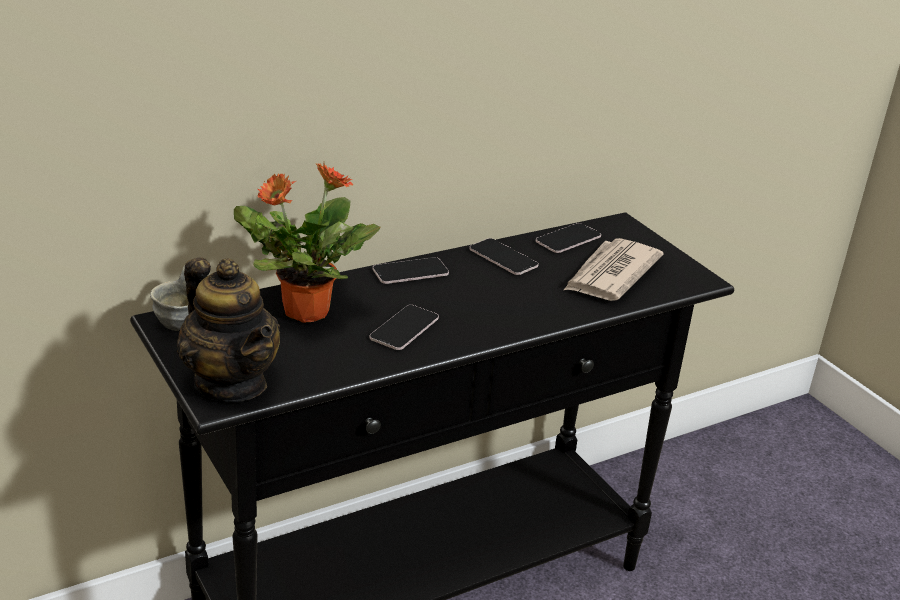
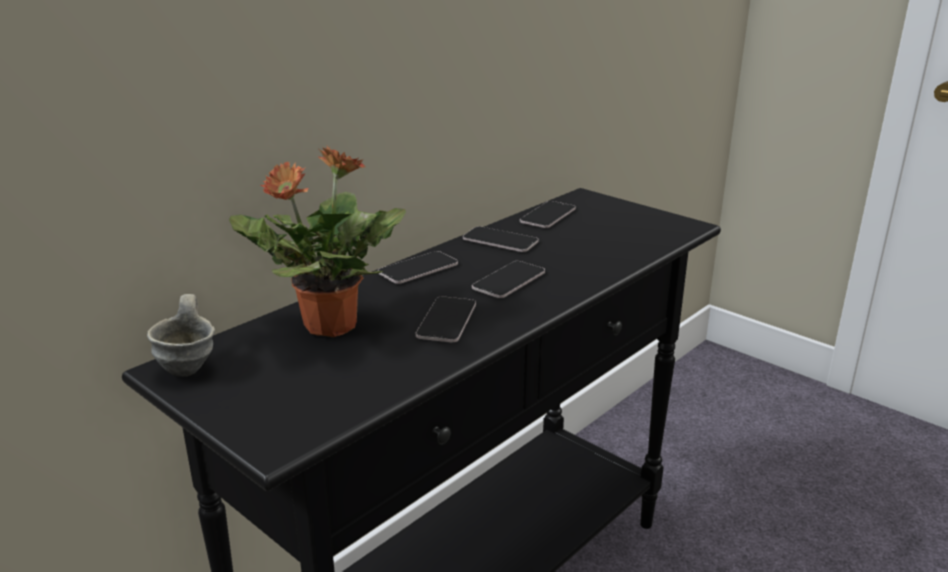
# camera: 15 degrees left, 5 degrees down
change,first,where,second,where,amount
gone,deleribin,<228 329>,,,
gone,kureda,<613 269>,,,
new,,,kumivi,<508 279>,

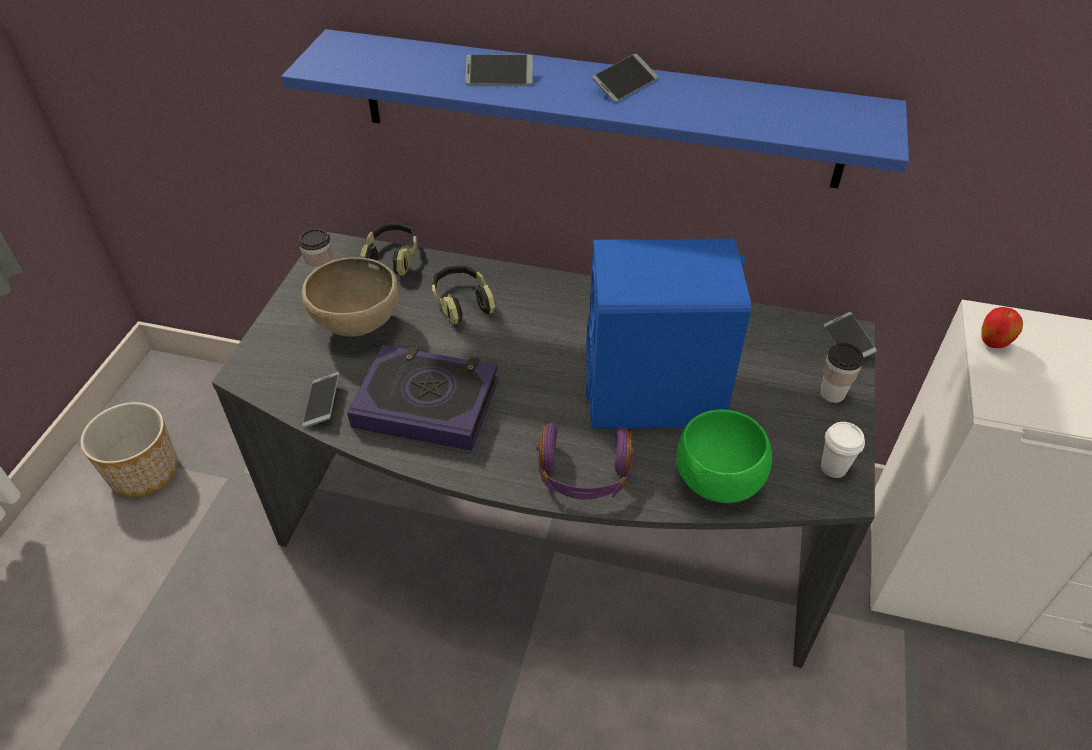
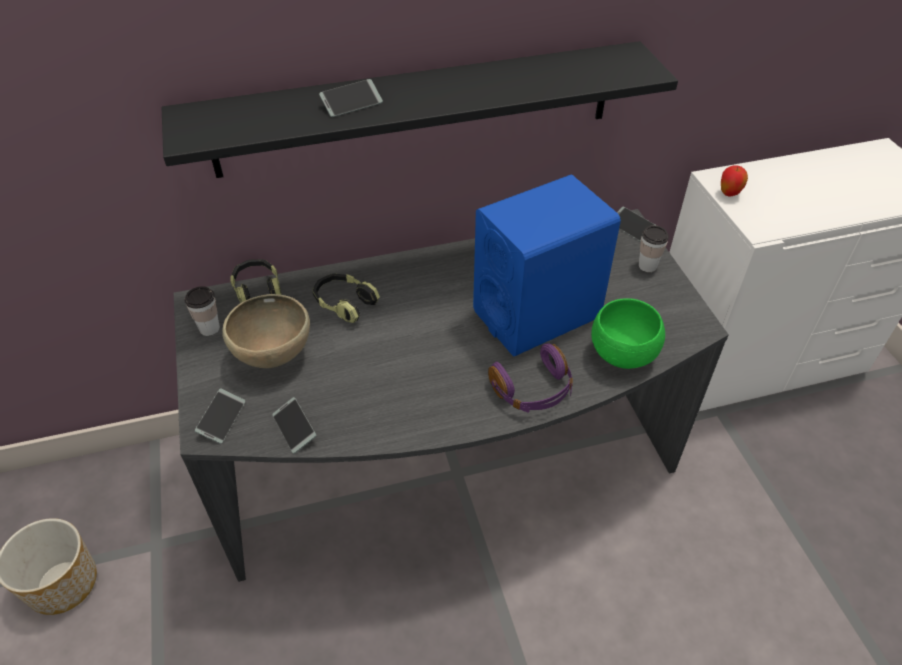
# camera: 30 degrees left, 0 degrees up
change,first,where,second,where,amount
gone,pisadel,<423 397>,,,
gone,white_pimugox,<843 450>,,,
shifted,kumivi,<625 78>,,<220 416>,
repainted,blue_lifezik,<595 109>,black_lifezik,<420 109>,

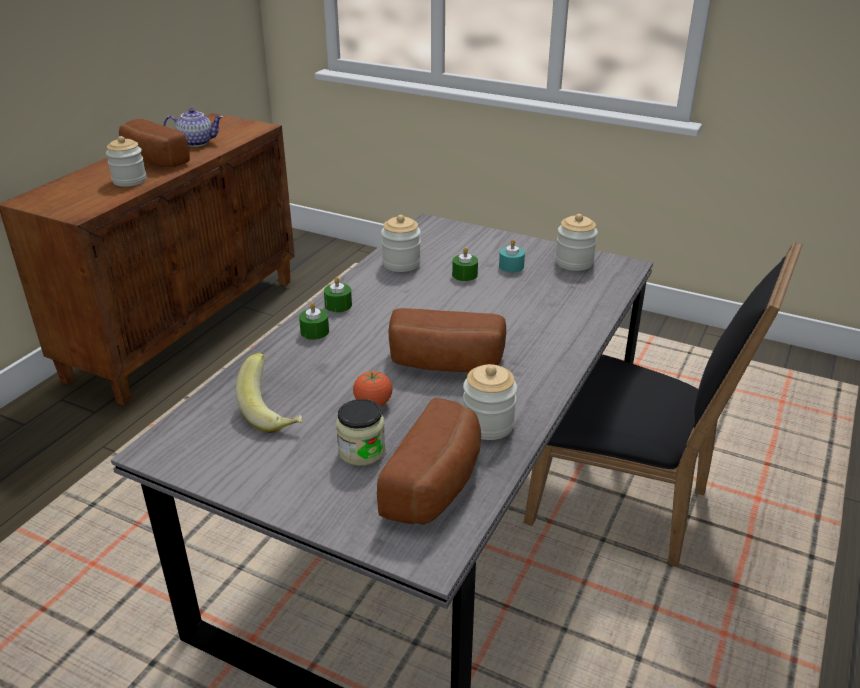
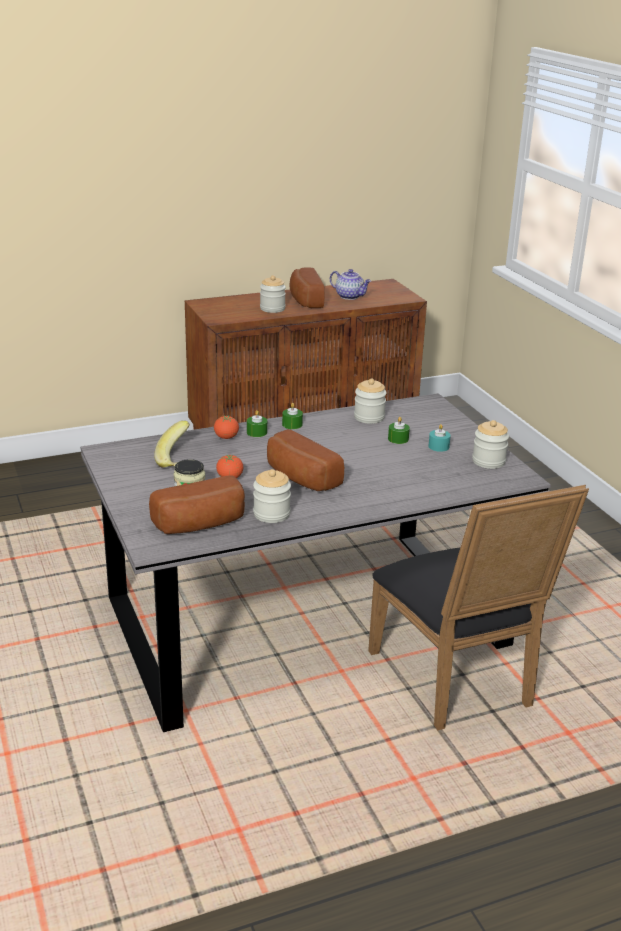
# camera: 40 degrees right, 5 degrees down
change,first,where,second,where,amount
new,,,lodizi,<226 427>,

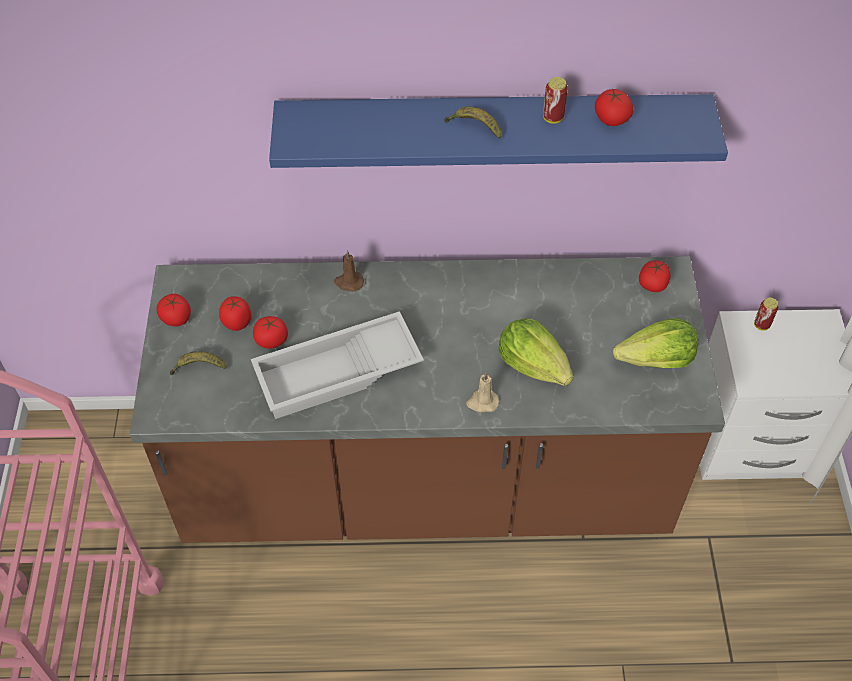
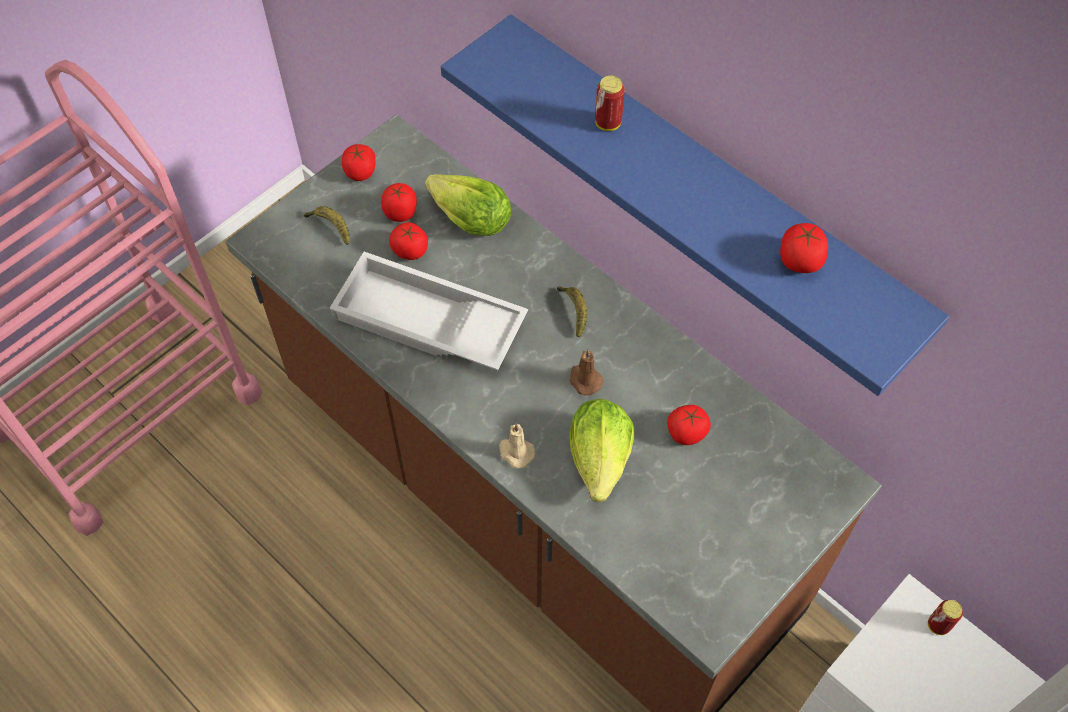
# camera: 45 degrees right, 5 degrees up
change,first,where,second,where,amount
shifted,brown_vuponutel,<349 271>,,<586 372>,
shifted,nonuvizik,<473 123>,,<572 311>,
shifted,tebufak,<555 100>,,<610 103>,
shifted,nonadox,<655 343>,,<468 205>,
shifted,lodizi,<654 276>,,<689 425>,

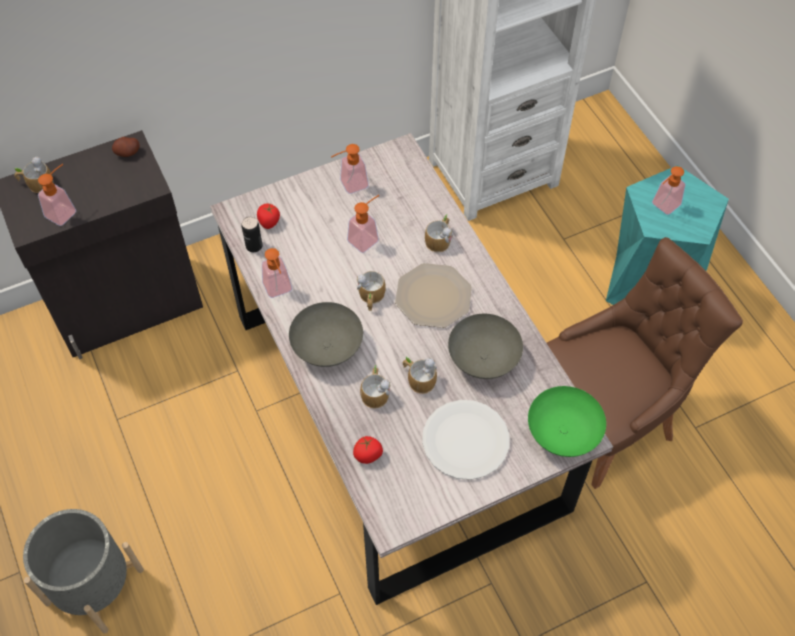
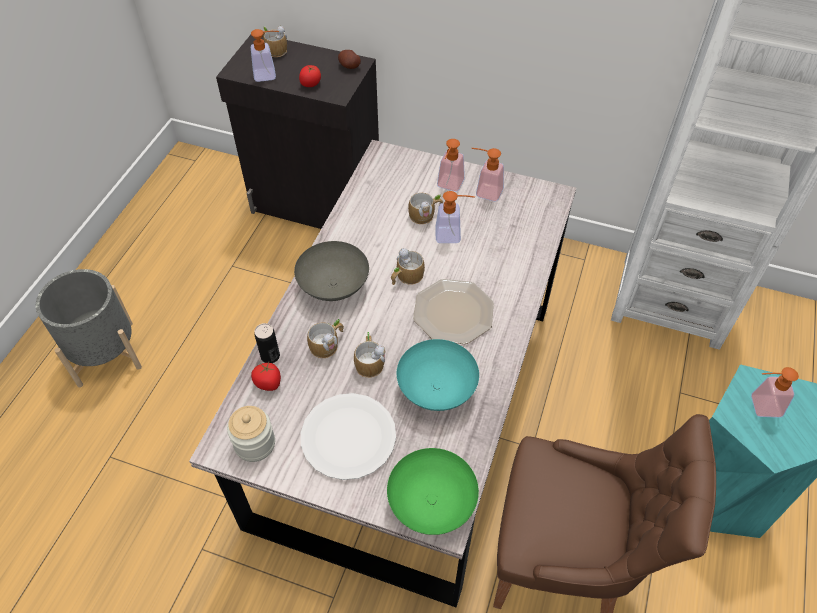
# camera: 45 degrees right, 5 degrees down
change,first,where,second,where,amount
new,,,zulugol,<251 434>,
shifted,tebufak,<252 234>,,<267 343>,
shifted,lodizi,<268 216>,,<310 76>,
shifted,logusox,<277 273>,,<451 165>,
shifted,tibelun,<439 233>,,<425 208>,
repainted,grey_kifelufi,<485 346>,turquoise_kifelufi,<438 375>,

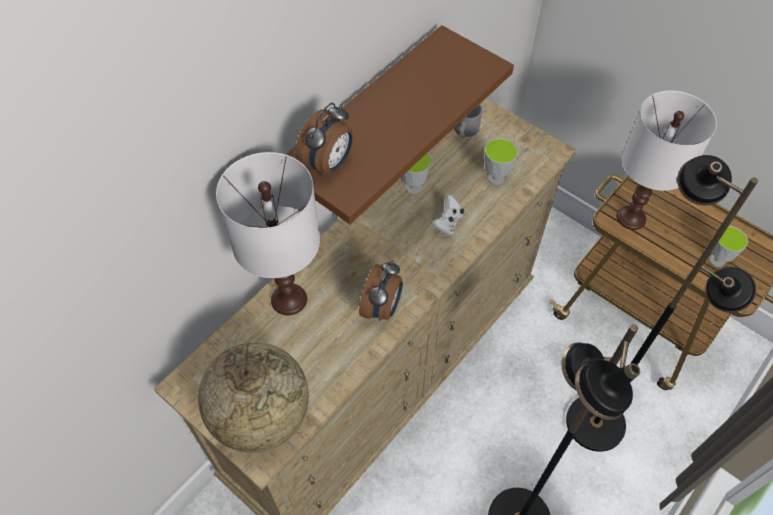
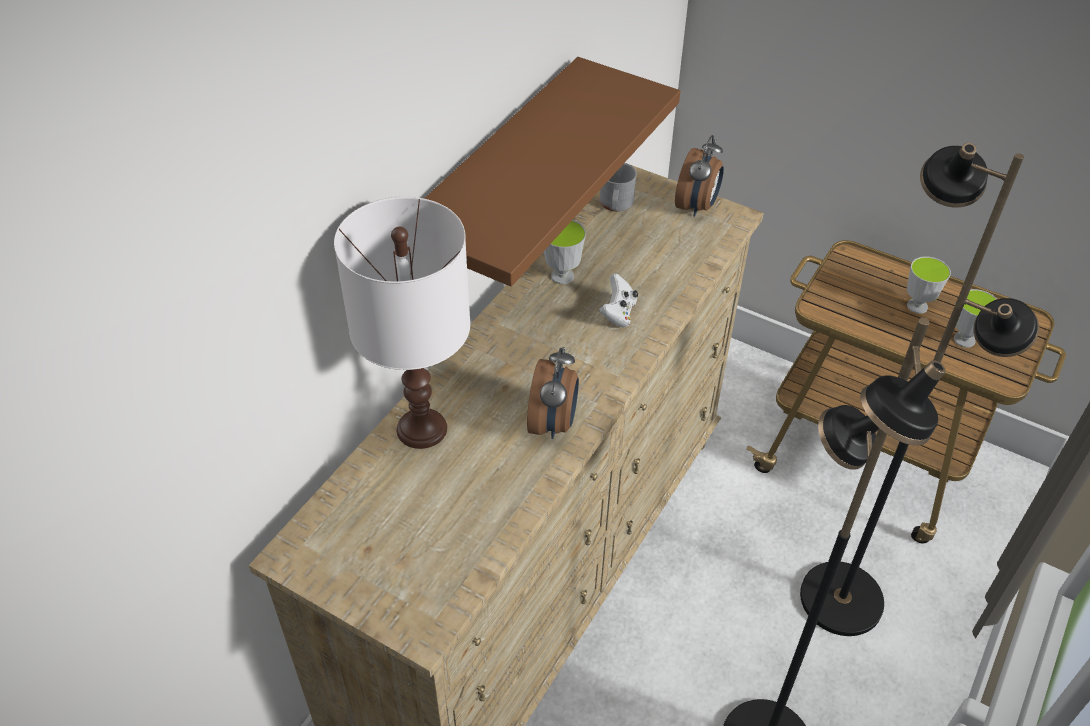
# camera: 10 degrees left, 10 degrees down
change,first,where,second,where,amount
gone,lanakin,<253 397>,,,
gone,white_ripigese,<667 160>,,,
shifted,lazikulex,<324 139>,,<699 176>,
shifted,pimugox,<501 161>,,<929 285>,

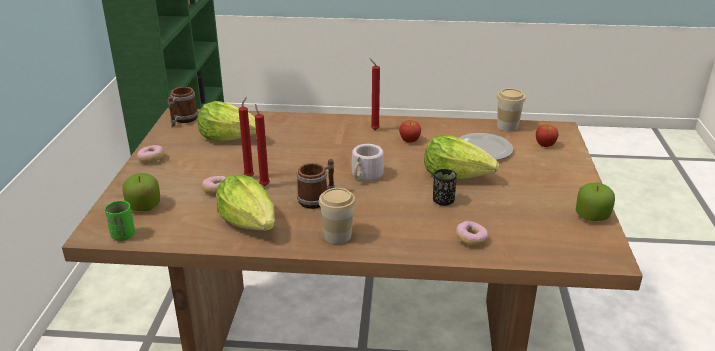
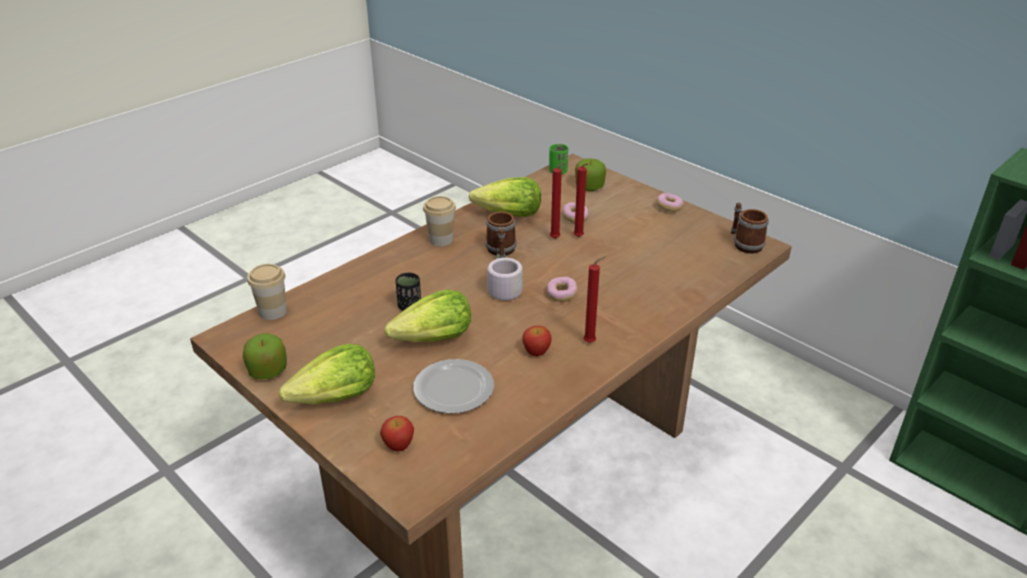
# camera: 130 degrees right, 5 degrees up
change,first,where,second,where,amount
shifted,nonadox,<226 121>,,<327 374>,
shifted,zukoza,<472 233>,,<562 289>,
shifted,pimugox,<511 110>,,<267 292>,

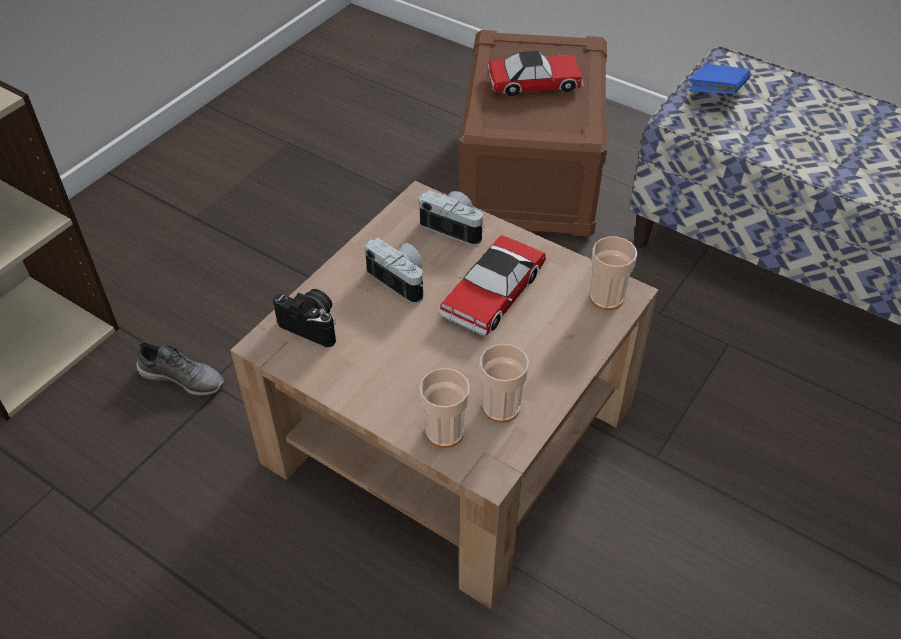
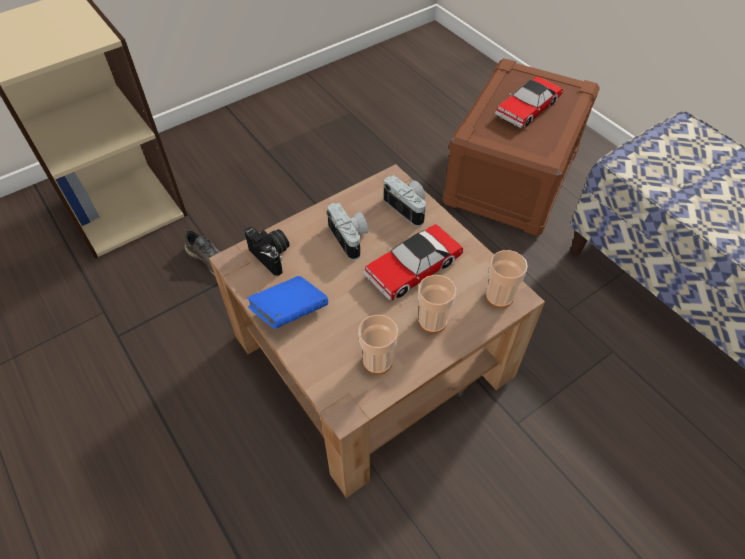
# camera: 20 degrees right, 5 degrees up
change,first,where,second,where,amount
shifted,pimugox,<444 408>,,<437 304>,
shifted,blue_pisadel,<720 79>,,<287 302>,
rotated,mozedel,<535 73>,,<529 102>,120 degrees clockwise

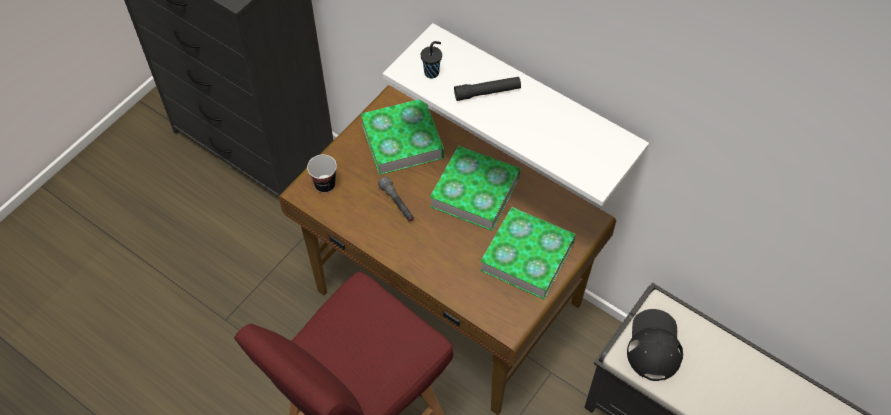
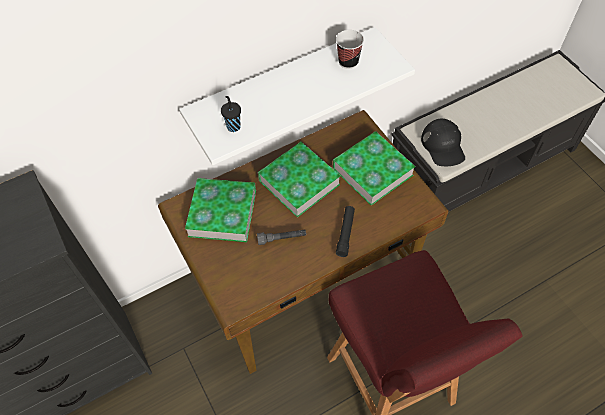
# camera: 65 degrees left, 0 degrees up
change,first,where,second,where,amount
shifted,pimugox,<322 174>,,<350 49>,
shifted,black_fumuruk,<487 89>,,<345 231>,
rotated,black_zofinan,<655 345>,,<443 142>,135 degrees counterclockwise

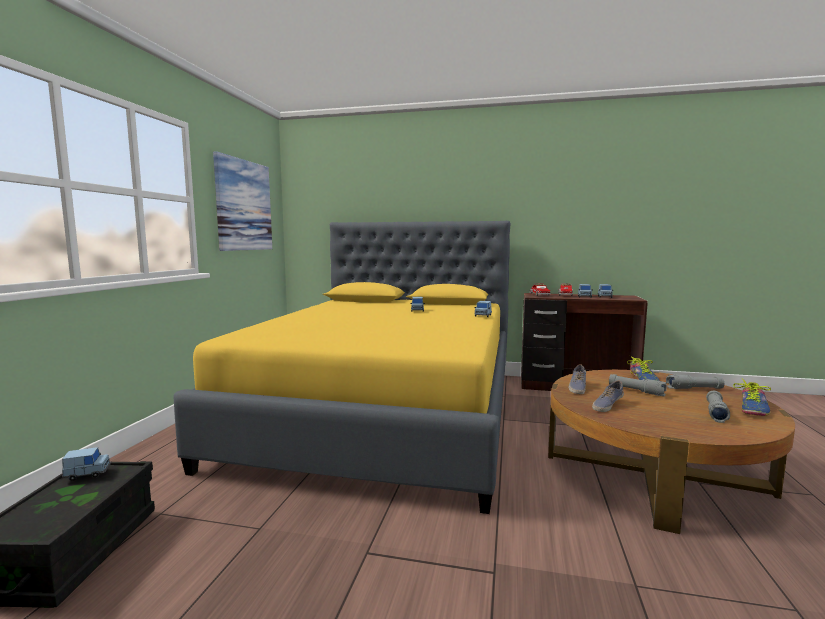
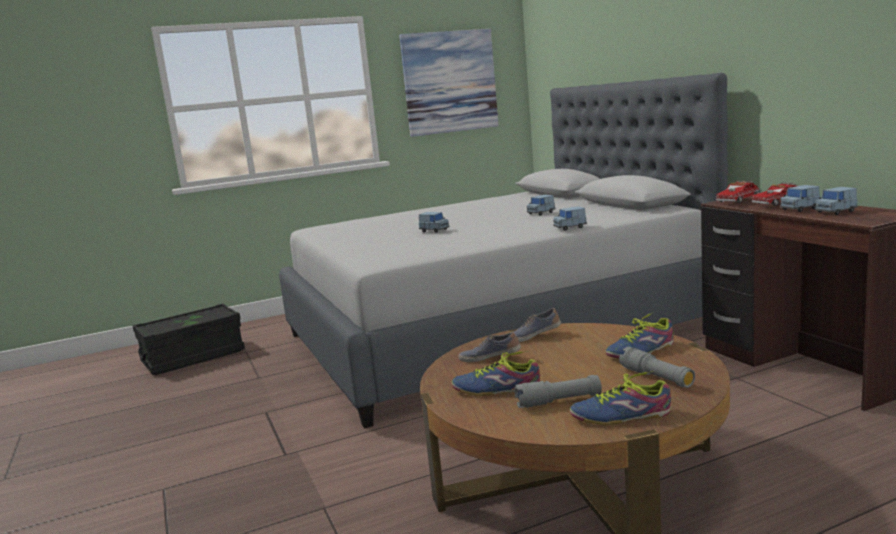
# camera: 55 degrees right, 5 degrees up
change,first,where,second,where,amount
gone,grey_fumuruk,<638 385>,,,
new,,,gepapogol,<495 373>,
shifted,blue_mozedel,<86 464>,,<434 222>,
repainted,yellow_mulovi,<341 367>,grey_mulovi,<503 250>,

